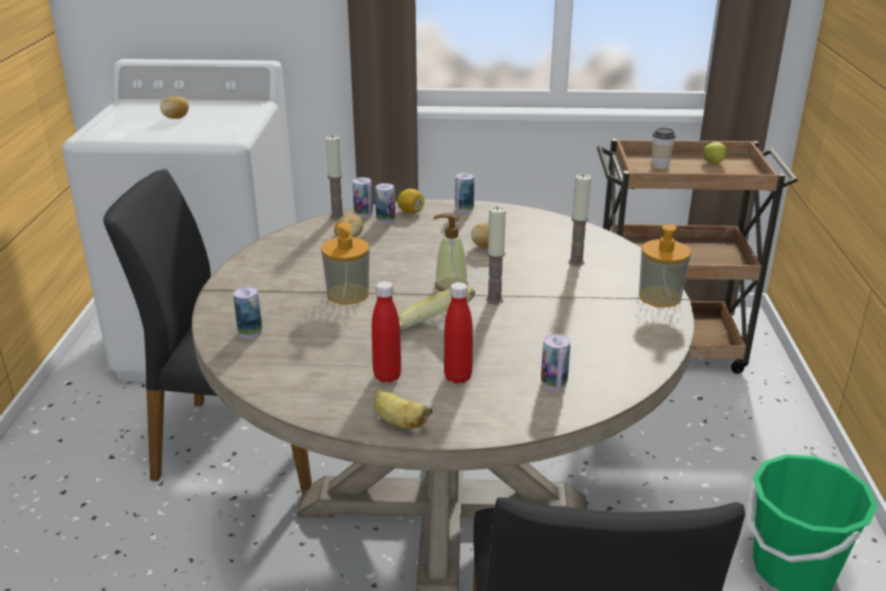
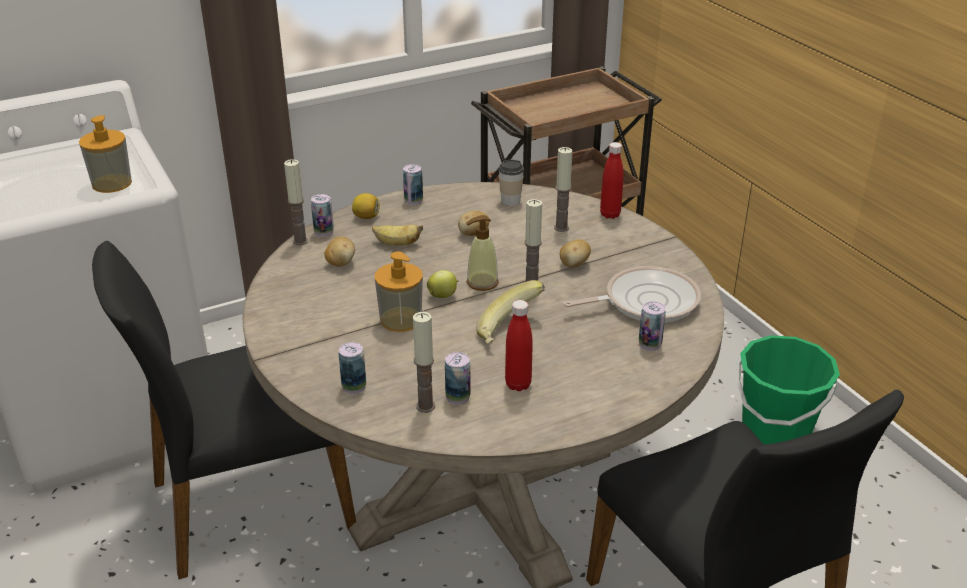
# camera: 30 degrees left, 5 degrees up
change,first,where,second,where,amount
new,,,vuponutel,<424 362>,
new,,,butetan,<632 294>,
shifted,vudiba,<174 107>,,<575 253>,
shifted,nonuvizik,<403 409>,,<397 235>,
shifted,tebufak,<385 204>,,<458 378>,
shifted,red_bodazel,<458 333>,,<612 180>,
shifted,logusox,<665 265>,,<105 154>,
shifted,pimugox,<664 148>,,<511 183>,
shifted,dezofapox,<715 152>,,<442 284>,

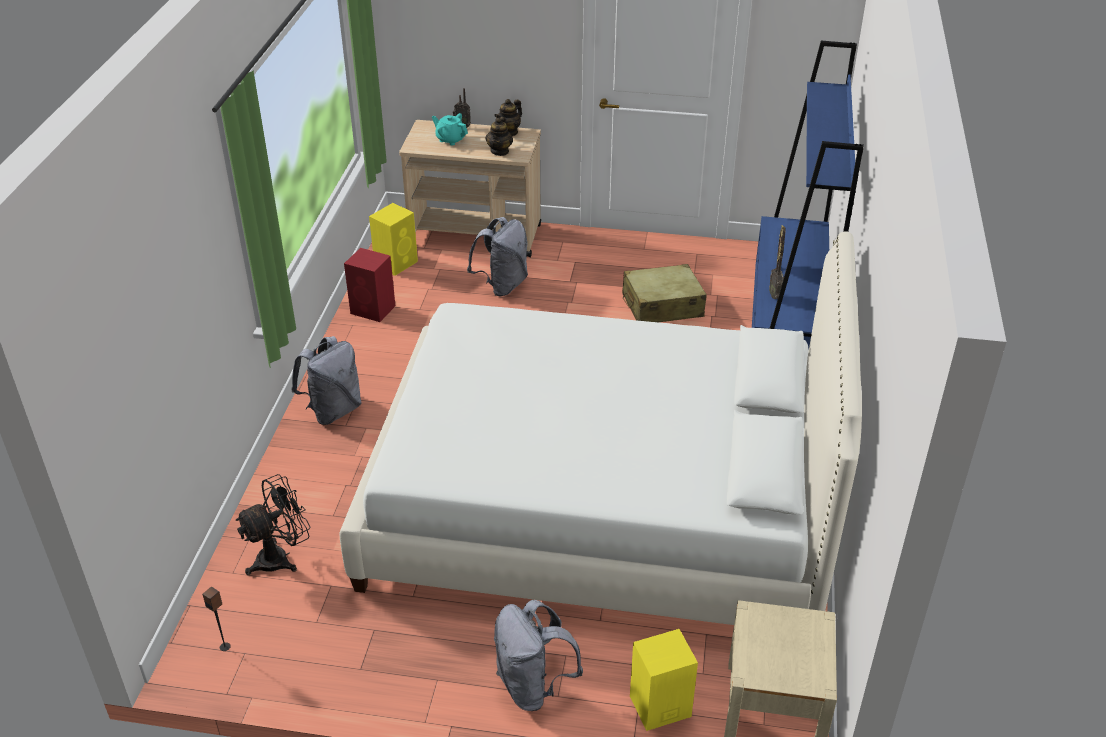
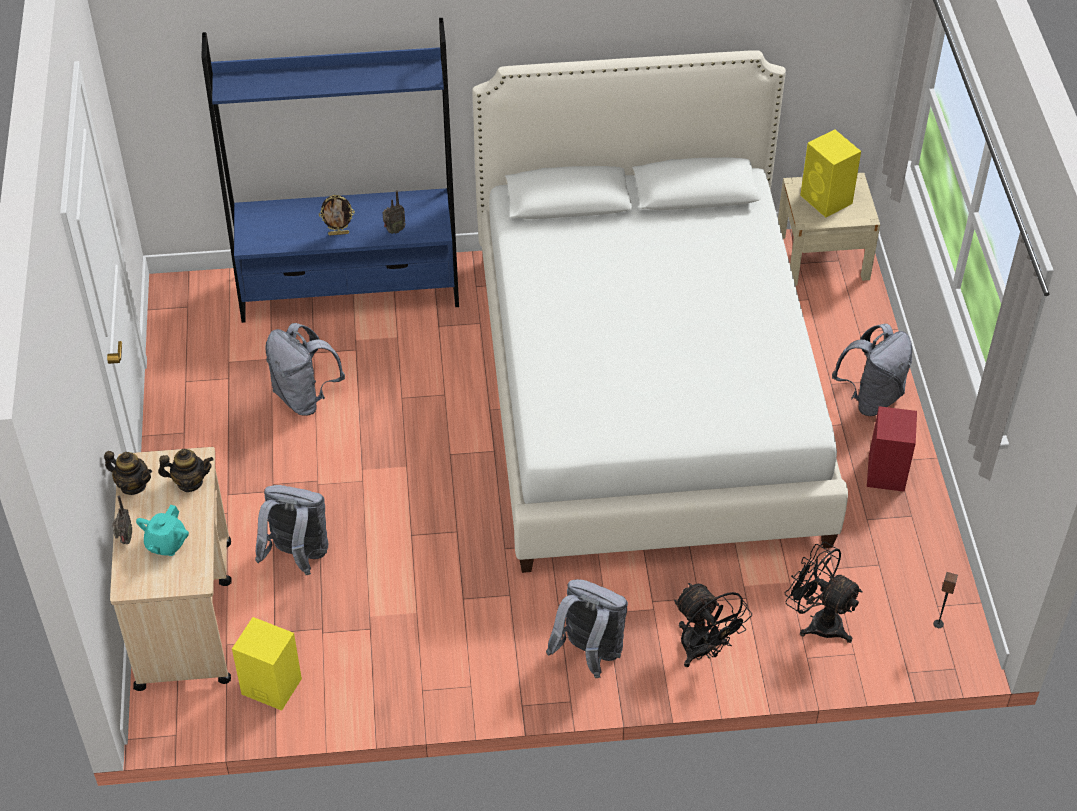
# camera: 105 degrees left, 10 degrees up
change,first,where,second,where,amount
new,,,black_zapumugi,<713 625>,
shifted,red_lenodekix,<369 285>,,<892 449>,
shifted,yellow_lenodekix,<664 680>,,<830 173>,
swapped,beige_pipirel,<664 293>,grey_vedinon,<305 369>,

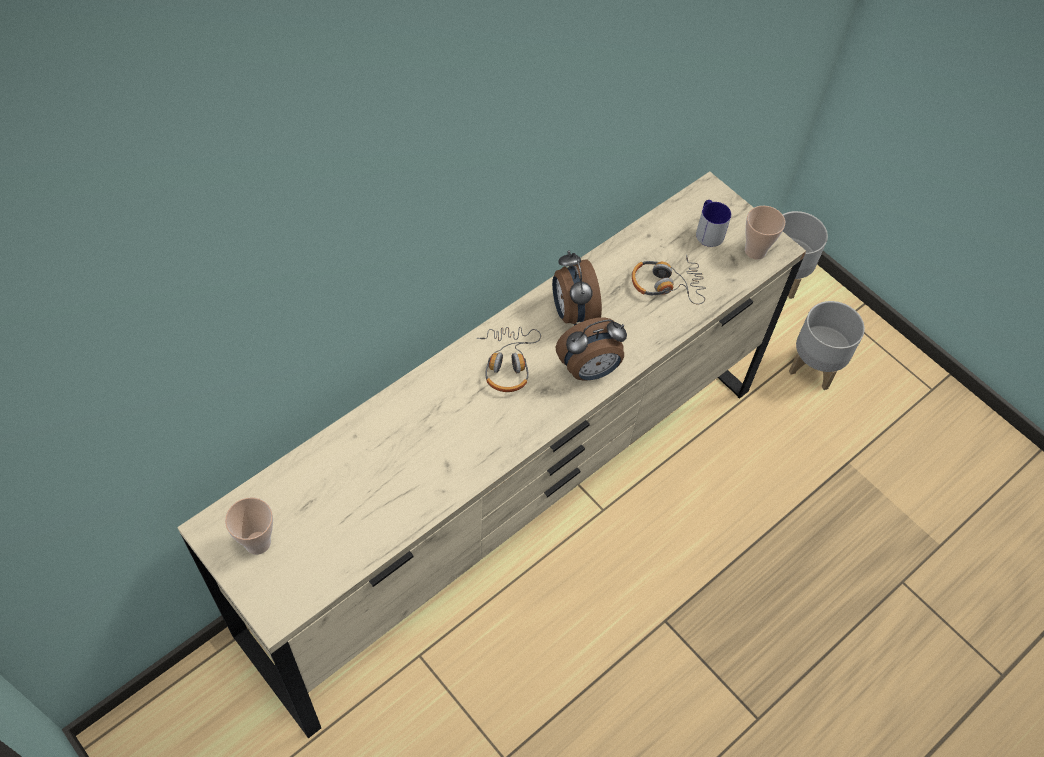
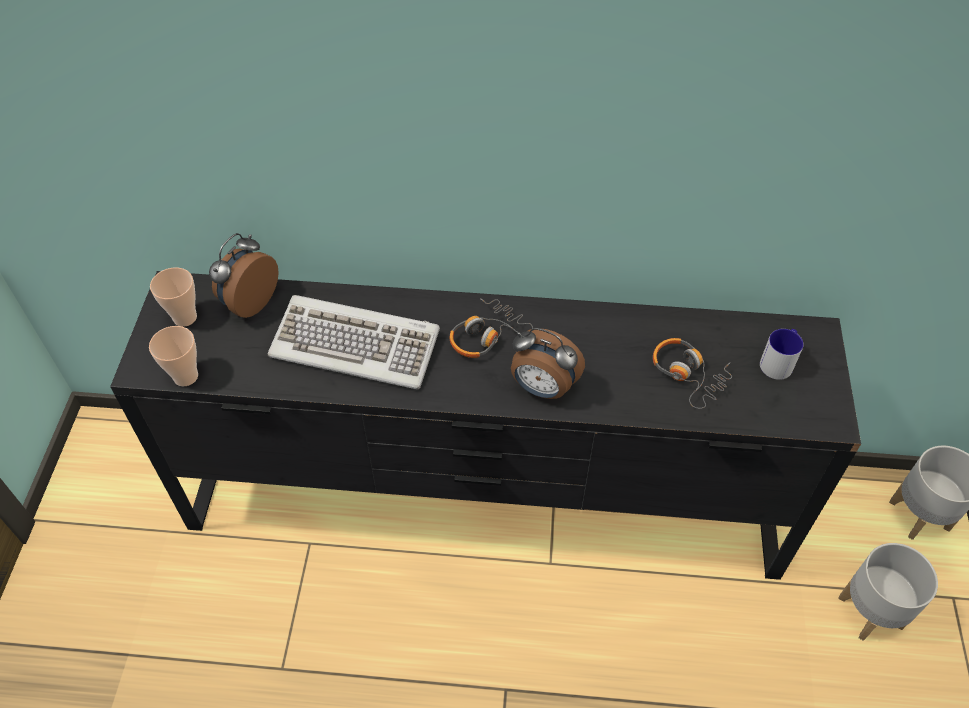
# camera: 50 degrees right, 5 degrees down
change,first,where,second,where,amount
new,,,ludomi,<354 342>,
shifted,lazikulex,<577 288>,,<244 275>,
shifted,pimugox,<765 233>,,<173 356>,
repainted,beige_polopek,<491 454>,black_polopek,<485 425>,

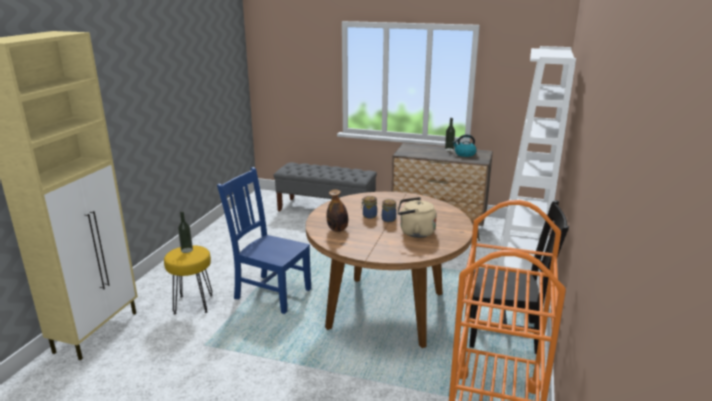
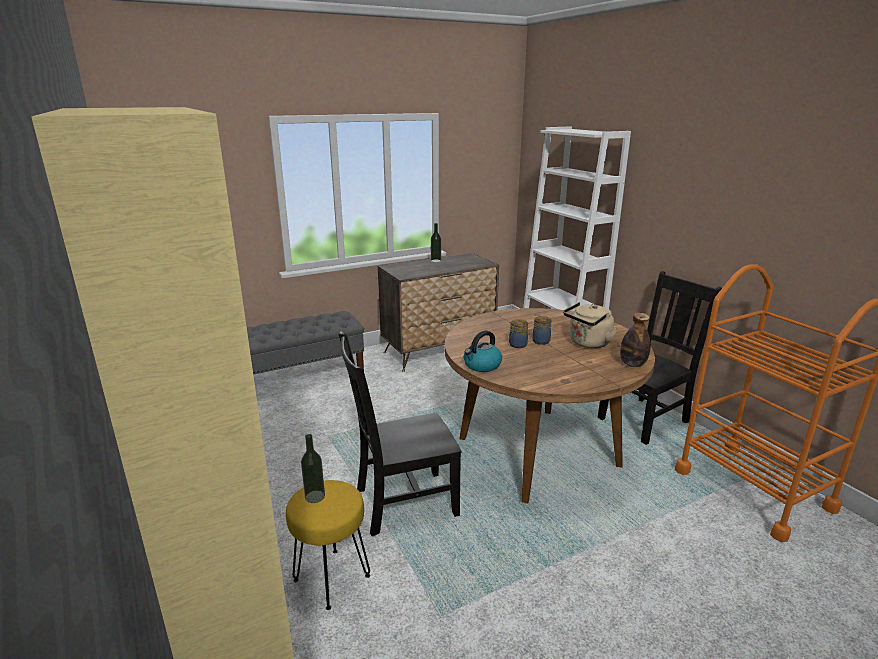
# camera: 45 degrees left, 0 degrees up
change,first,where,second,where,amount
shifted,bodazel,<337 210>,,<635 339>,
shifted,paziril,<464 145>,,<483 351>,
repainted,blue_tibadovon,<264 240>,black_tibadovon,<400 434>,

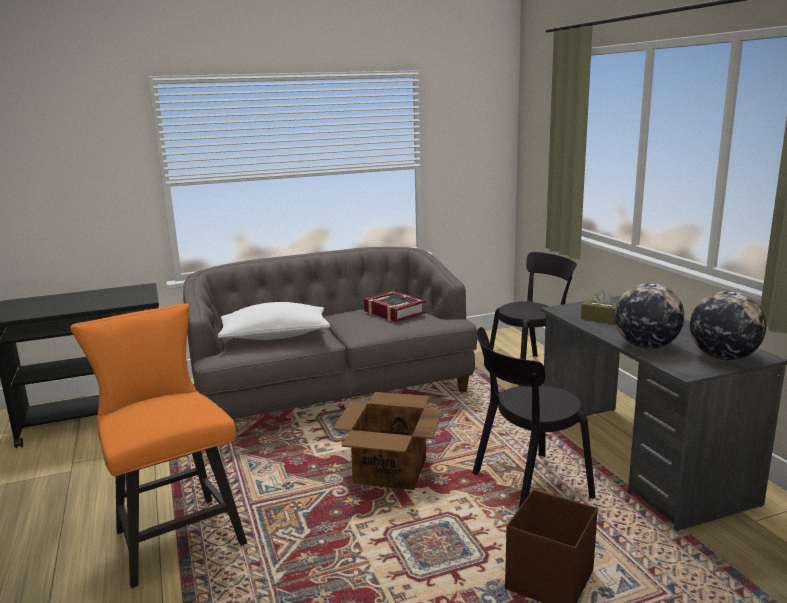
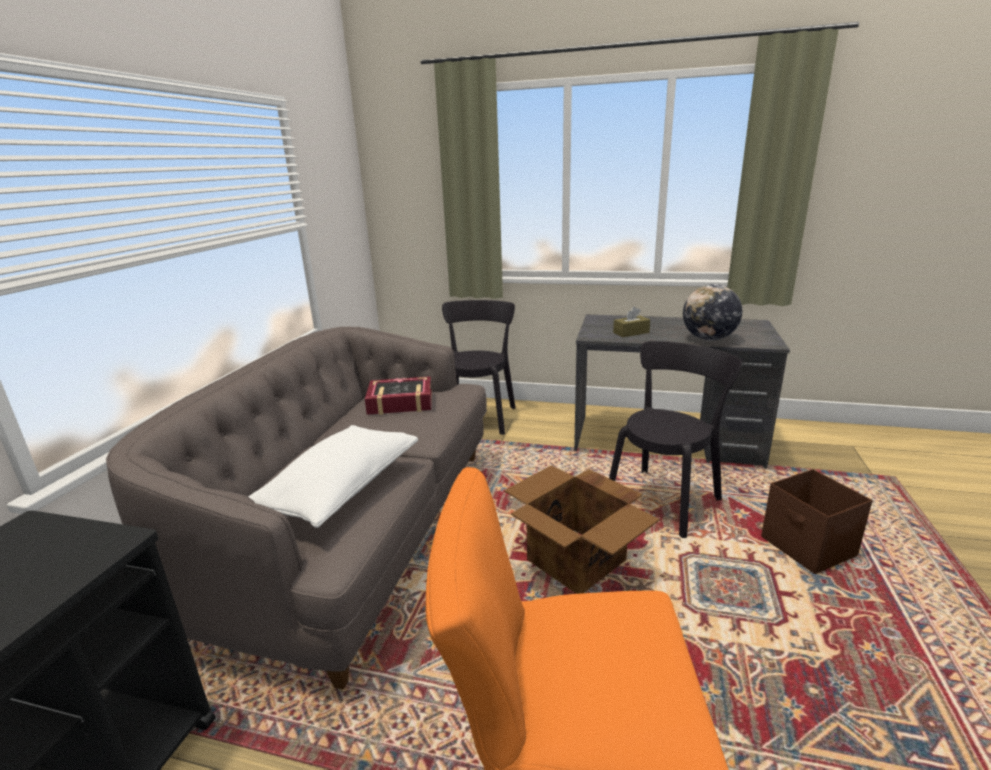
# camera: 55 degrees left, 5 degrees up
change,first,where,second,where,amount
gone,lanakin,<728 325>,,,
rotated,black_tibadovon,<534 417>,,<675 439>,150 degrees counterclockwise

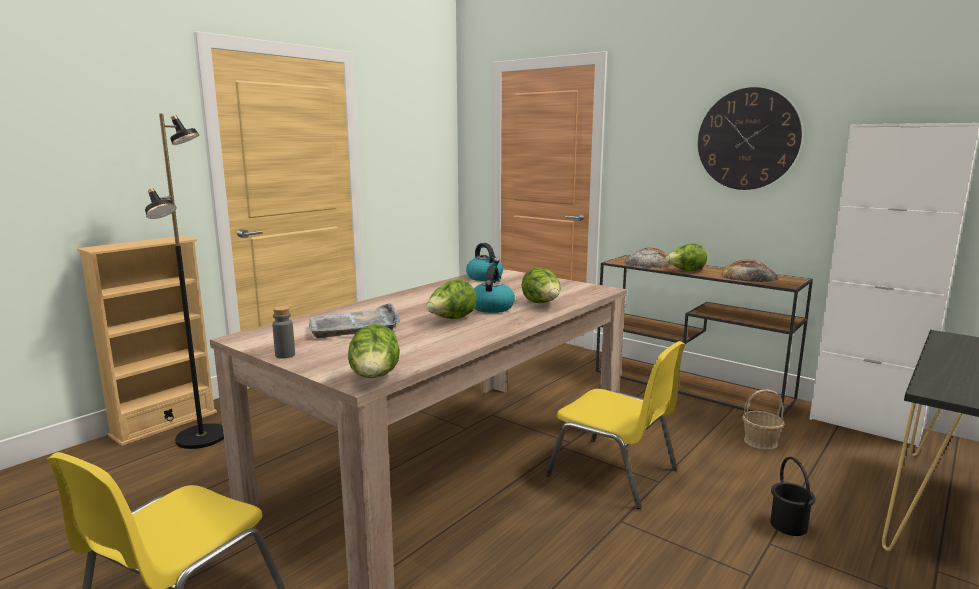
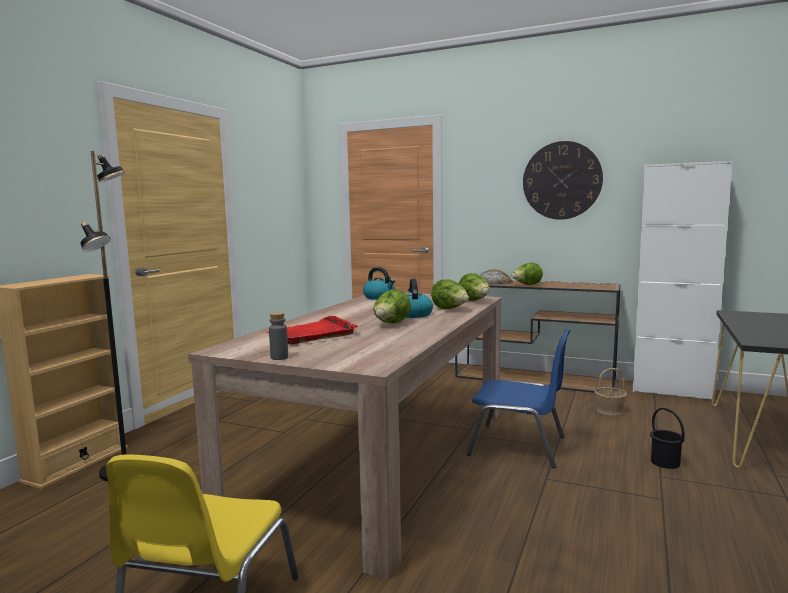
# camera: 15 degrees left, 5 degrees down
change,first,where,second,where,amount
gone,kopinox,<750 270>,,,
shifted,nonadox,<374 351>,,<474 287>,
repainted,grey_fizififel,<354 320>,red_fizififel,<312 330>,
repainted,yellow_tibadovon,<615 425>,blue_tibadovon,<518 398>,

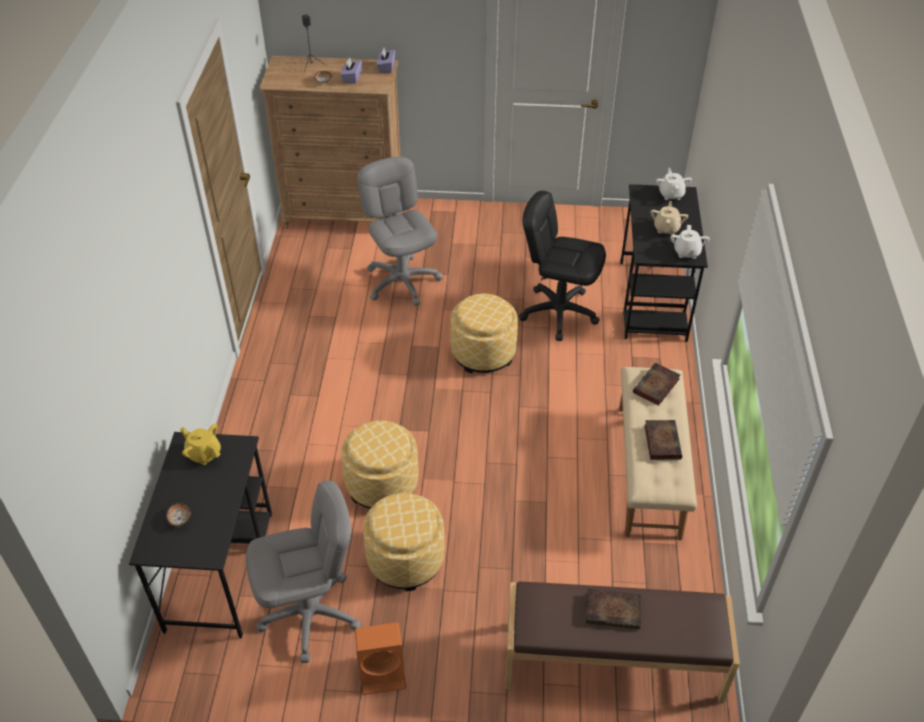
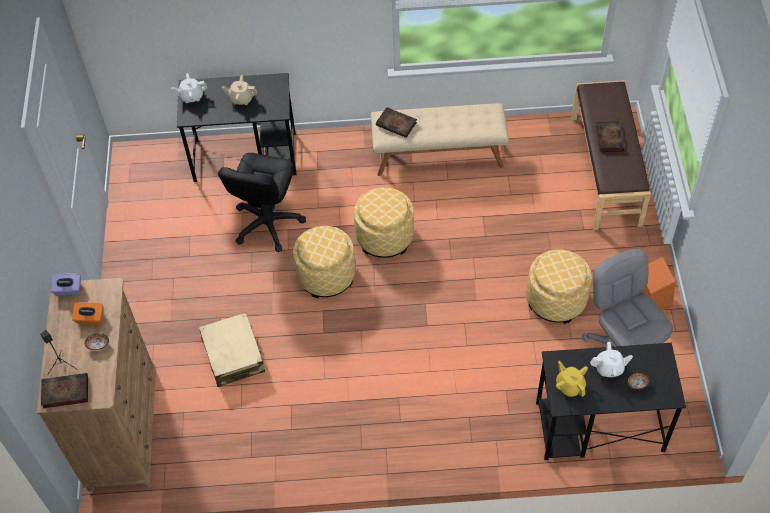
# camera: 95 degrees left, 10 degrees up
change,first,where,second,where,amount
shifted,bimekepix,<380 464>,,<384 222>,
shifted,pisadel,<663 440>,,<64 390>,
shifted,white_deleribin,<690 242>,,<611 359>,
swapped,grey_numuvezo,<400 231>,beige_pipirel,<232 349>,
repainted,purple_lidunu,<351 70>,orange_lidunu,<87 313>,
rotated,yellow_deleribin,<200 444>,,<572 379>,120 degrees clockwise

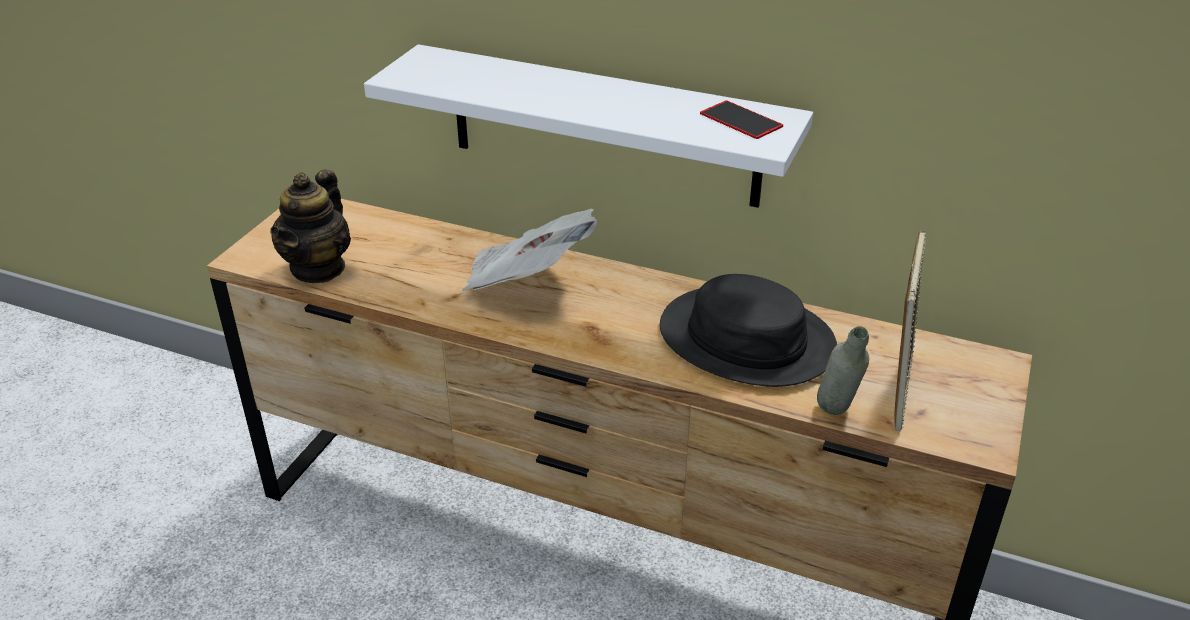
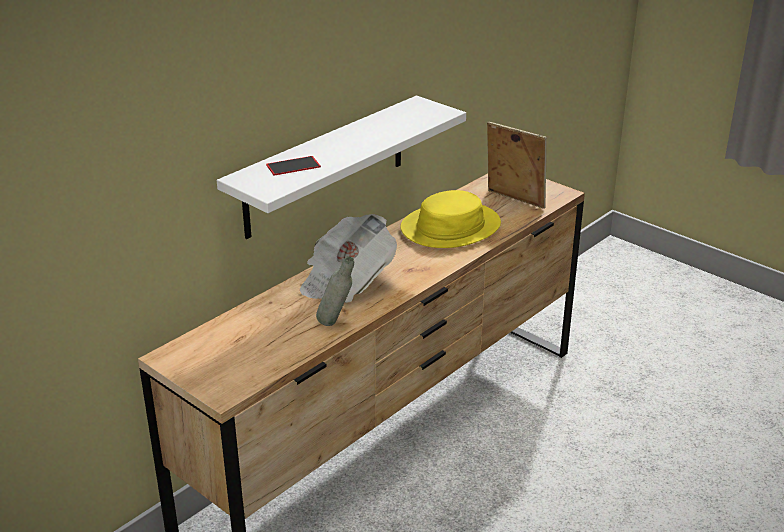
# camera: 70 degrees left, 5 degrees down
change,first,where,second,where,amount
gone,deleribin,<310 226>,,,
shifted,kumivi,<741 119>,,<293 165>,
shifted,grey_bodazel,<843 370>,,<335 291>,
repainted,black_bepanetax,<748 330>,yellow_bepanetax,<450 219>,

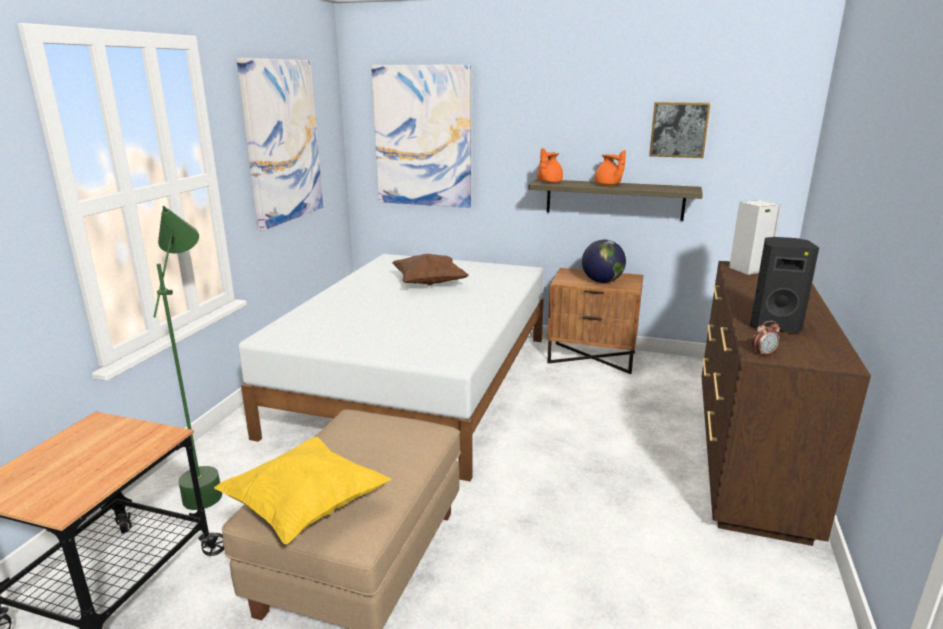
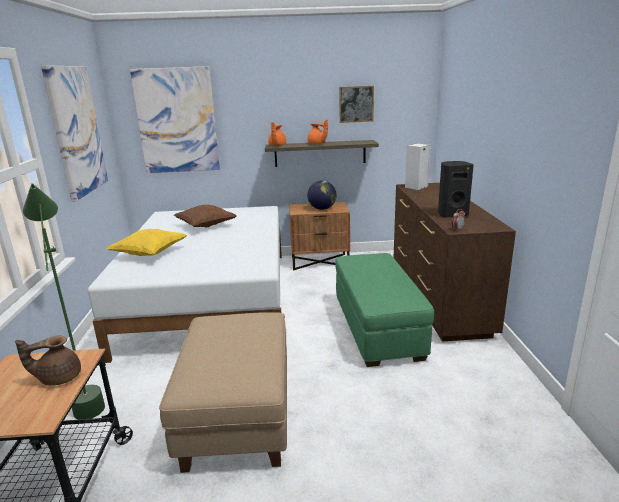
# camera: 20 degrees left, 0 degrees up
change,first,where,second,where,amount
new,,,brown_deleribin,<48 360>,
new,,,green_bimekepix,<384 310>,
shifted,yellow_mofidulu,<302 490>,,<147 242>,

